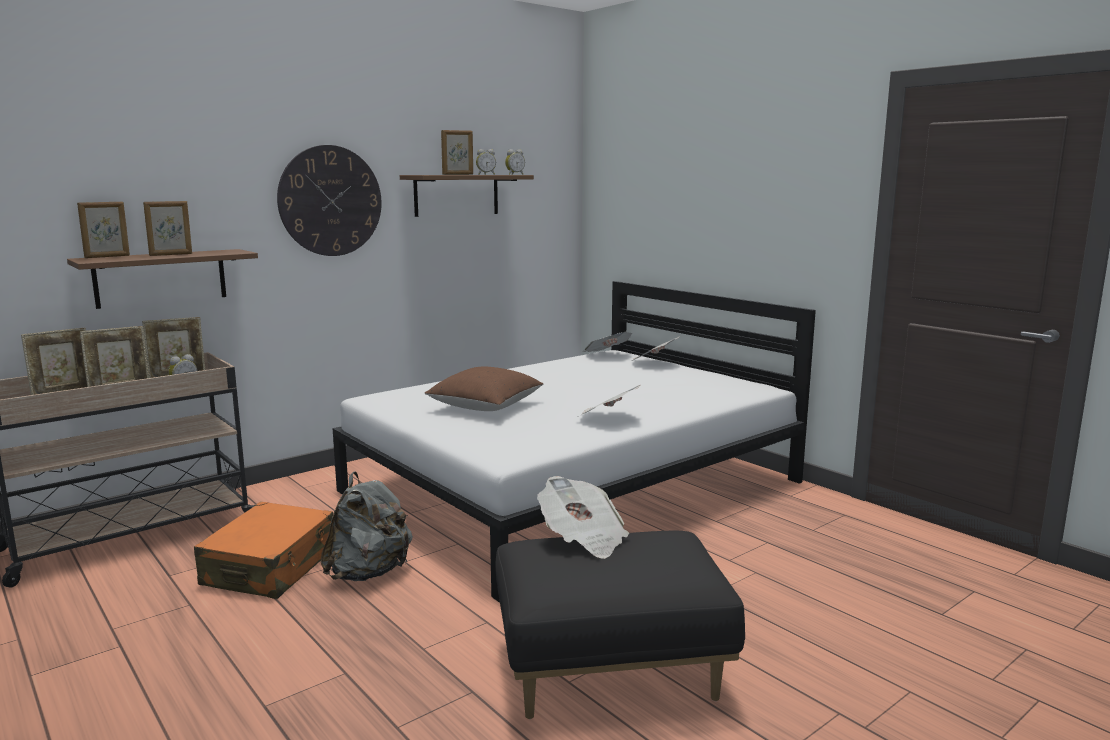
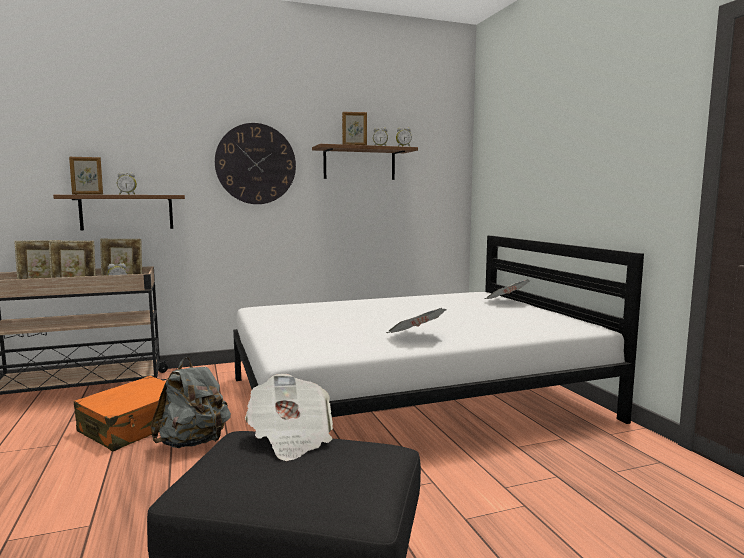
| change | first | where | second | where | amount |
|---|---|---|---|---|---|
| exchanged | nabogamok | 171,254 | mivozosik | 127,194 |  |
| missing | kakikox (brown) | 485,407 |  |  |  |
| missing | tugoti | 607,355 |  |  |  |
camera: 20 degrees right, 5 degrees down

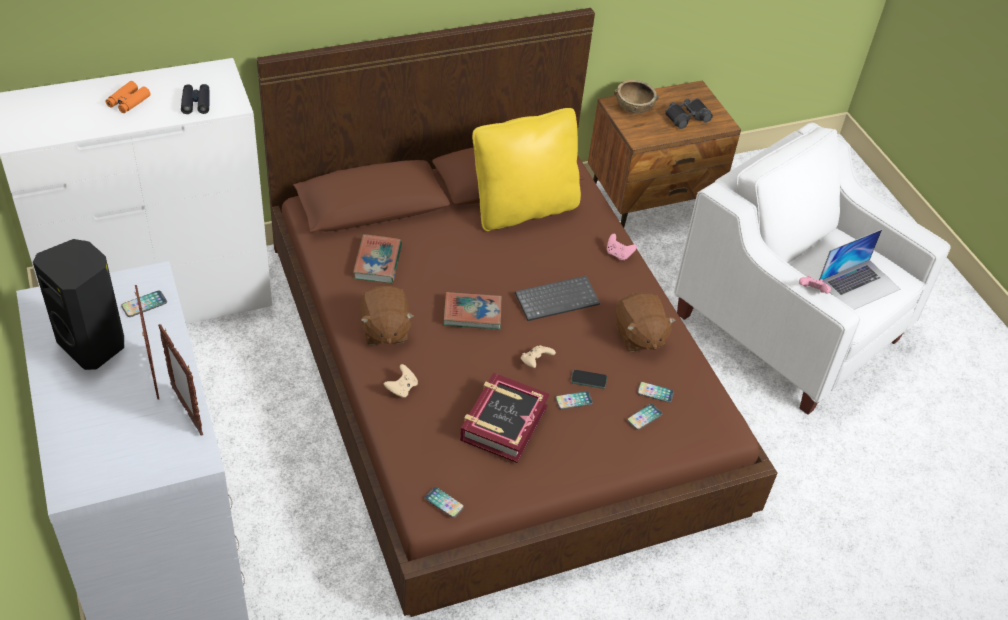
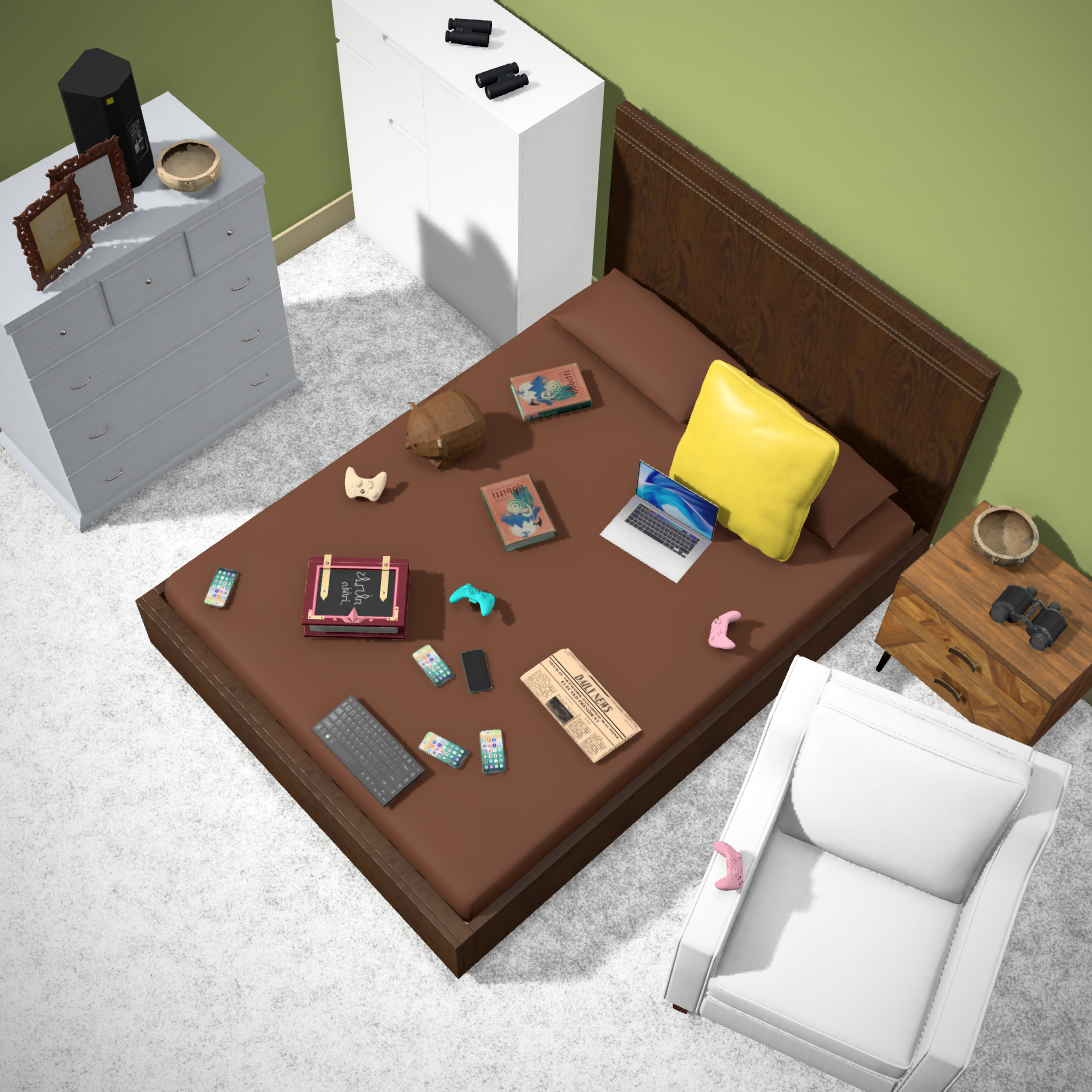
| change | first | where | second | where | amount |
|---|---|---|---|---|---|
| exchanged | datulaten | 144,304 | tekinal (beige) | 192,181 |  |
| relocated | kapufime | 557,298 |  | 370,751 |  |
| colour | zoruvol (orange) | 128,102 | zoruvol (black) | 468,37 |  |
| colour | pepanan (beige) | 535,362 | pepanan (turquoise) | 474,606 |  |
| exchanged | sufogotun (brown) | 639,336 | tugoti | 582,705 |  |
| relocated | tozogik | 859,285 |  | 656,538 |  |
camera: 70 degrees right, 10 degrees up

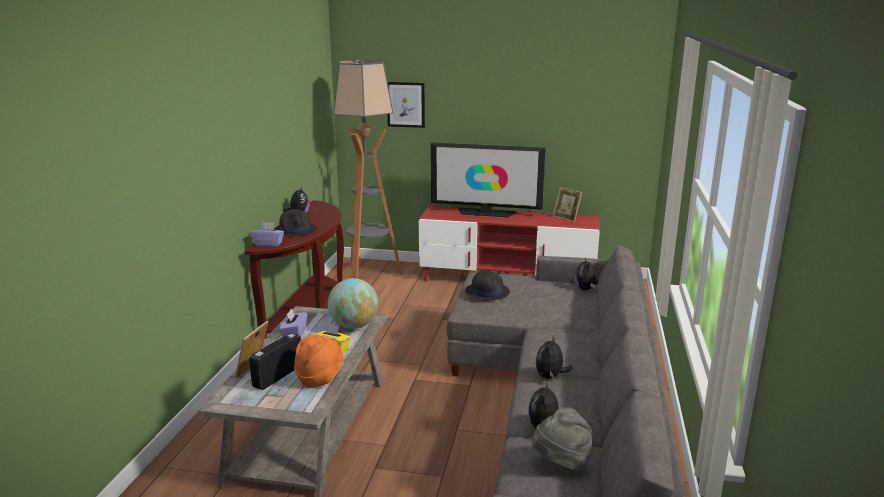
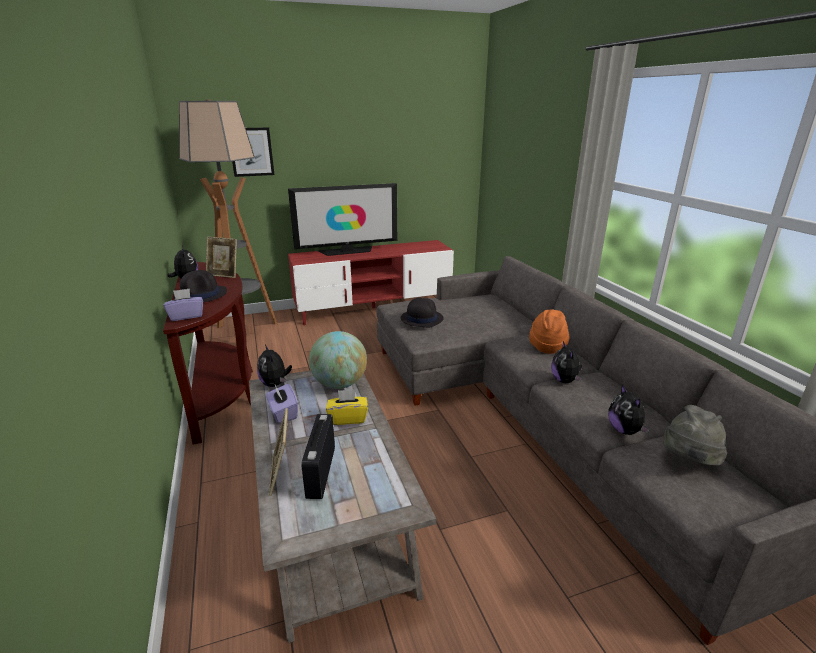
| change | first | where | second | where | amount |
|---|---|---|---|---|---|
| relocated | nabogamok | 566,218 |  | 224,275 |  |
| relocated | sufogotun | 586,289 |  | 275,384 |  |
| relocated | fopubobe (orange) | 319,379 |  | 547,346 |  |
camera: 30 degrees left, 5 degrees up

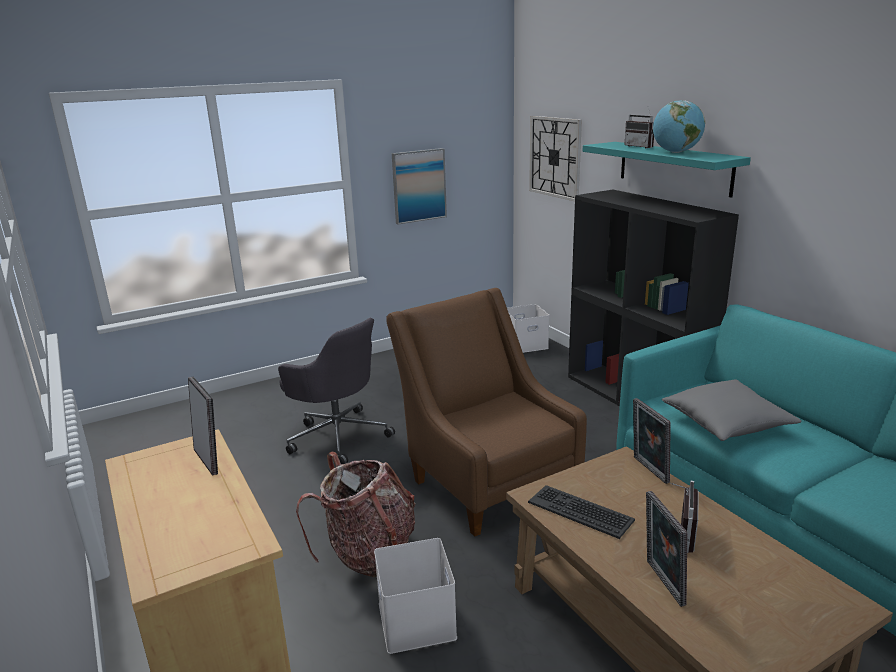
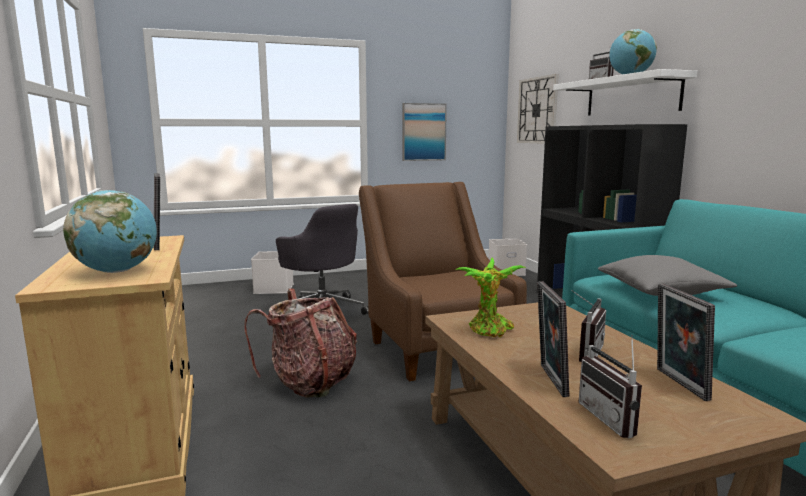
| change | first | where | second | where | amount |
|---|---|---|---|---|---|
| appeared |  |  | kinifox | 117,271 |  |
| relocated | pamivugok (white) | 414,619 |  | 273,288 |  |
| exchanged | kapufime | 580,511 | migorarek | 489,331 |  |
| colour | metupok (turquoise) | 674,167 | metupok (white) | 631,96 |  |
| appeared |  |  | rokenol | 614,419 |  |
| relocated | nabogamok | 648,470 |  | 678,384 |  |
camera: 10 degrees right, 10 degrees down

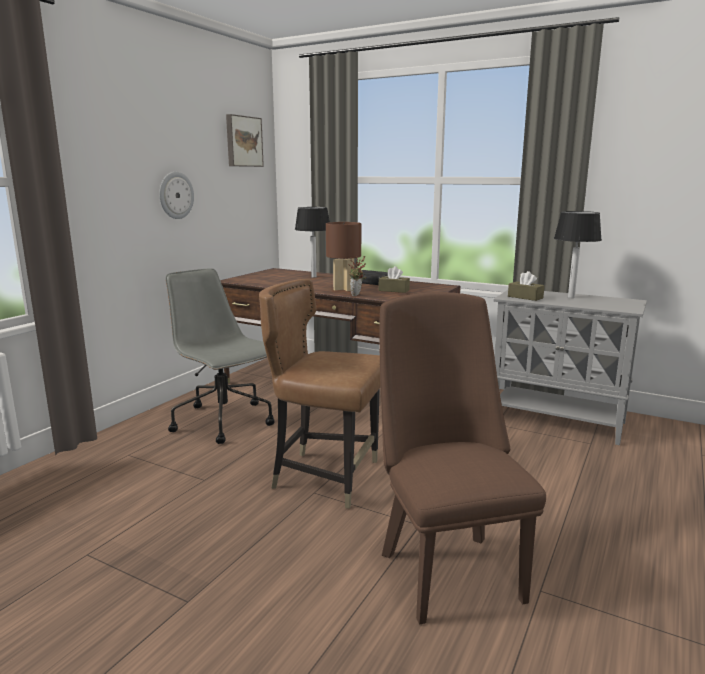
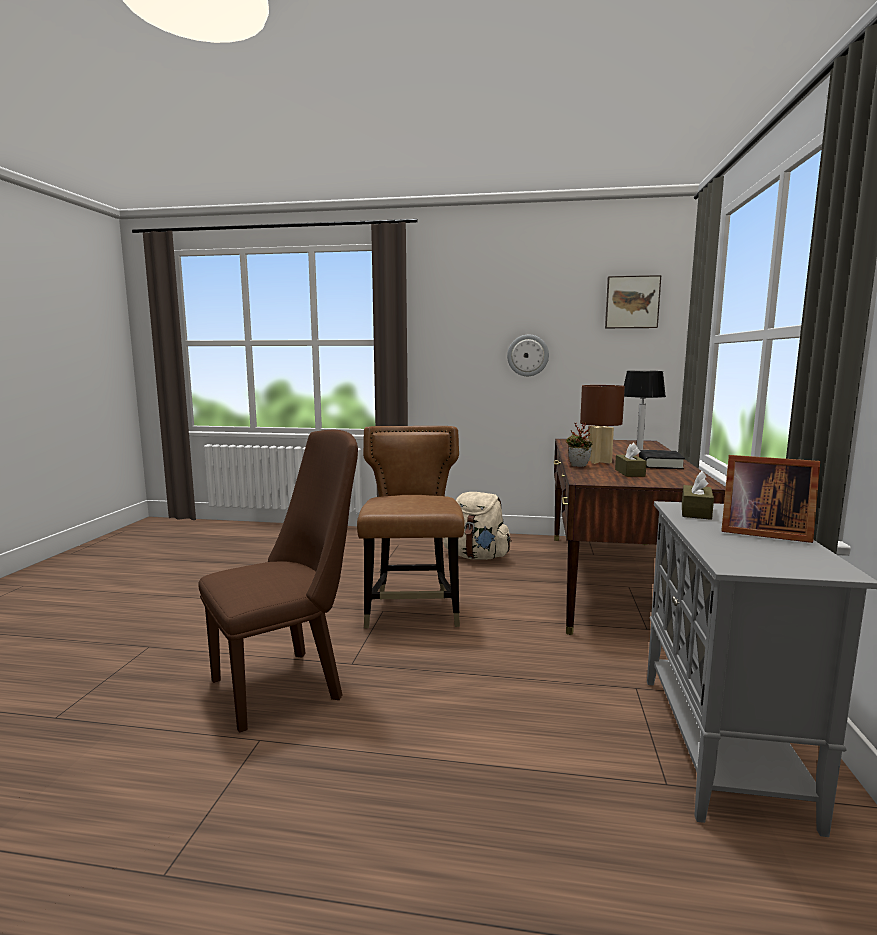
| change | first | where | second | where | amount |
|---|---|---|---|---|---|
| exchanged | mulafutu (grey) | 225,422 | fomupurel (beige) | 477,556 |  |
| exchanged | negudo | 570,297 | nabogamok | 760,532 |  |
camera: 70 degrees right, 5 degrees down

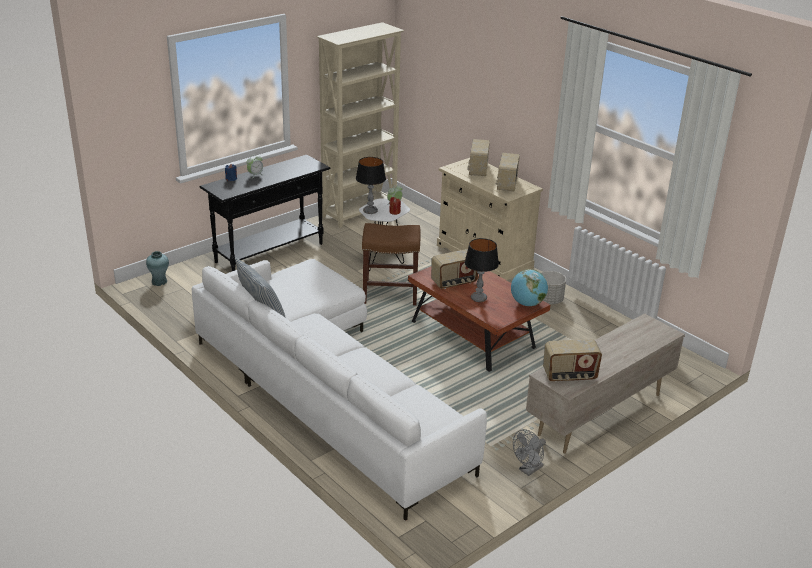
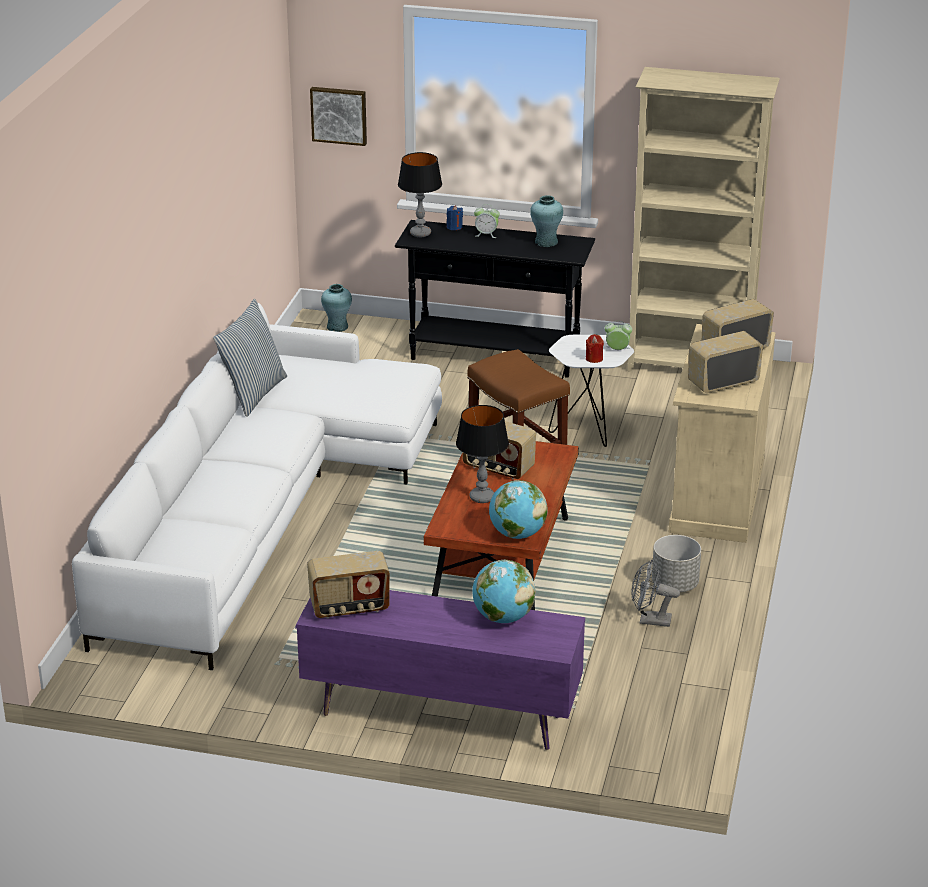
| change | first | where | second | where | amount |
|---|---|---|---|---|---|
| colour | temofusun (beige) | 599,414 | temofusun (purple) | 441,715 |  |
| spun | rokenol | 569,376 |  | 349,608 | 60 degrees counterclockwise |
| appeared |  |  | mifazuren | 339,115 |  |
| relocated | negudo | 370,211 |  | 420,233 |  |
| appeared |  |  | kinifox | 503,618 |  |
| appeared |  |  | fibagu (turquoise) | 546,242 |  |
| relocated | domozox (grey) | 528,470 |  | 649,620 |  |
camera: 55 degrees right, 0 degrees up

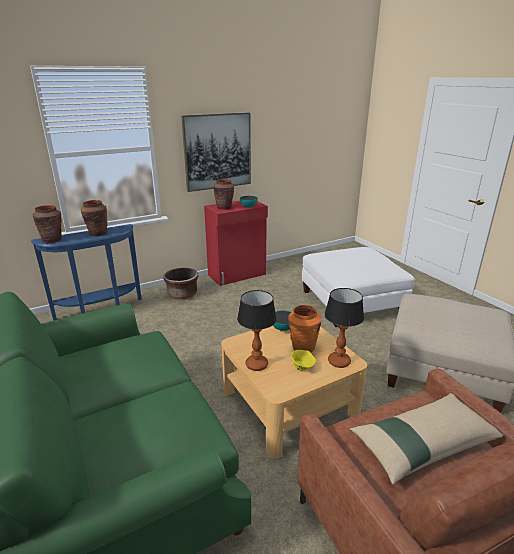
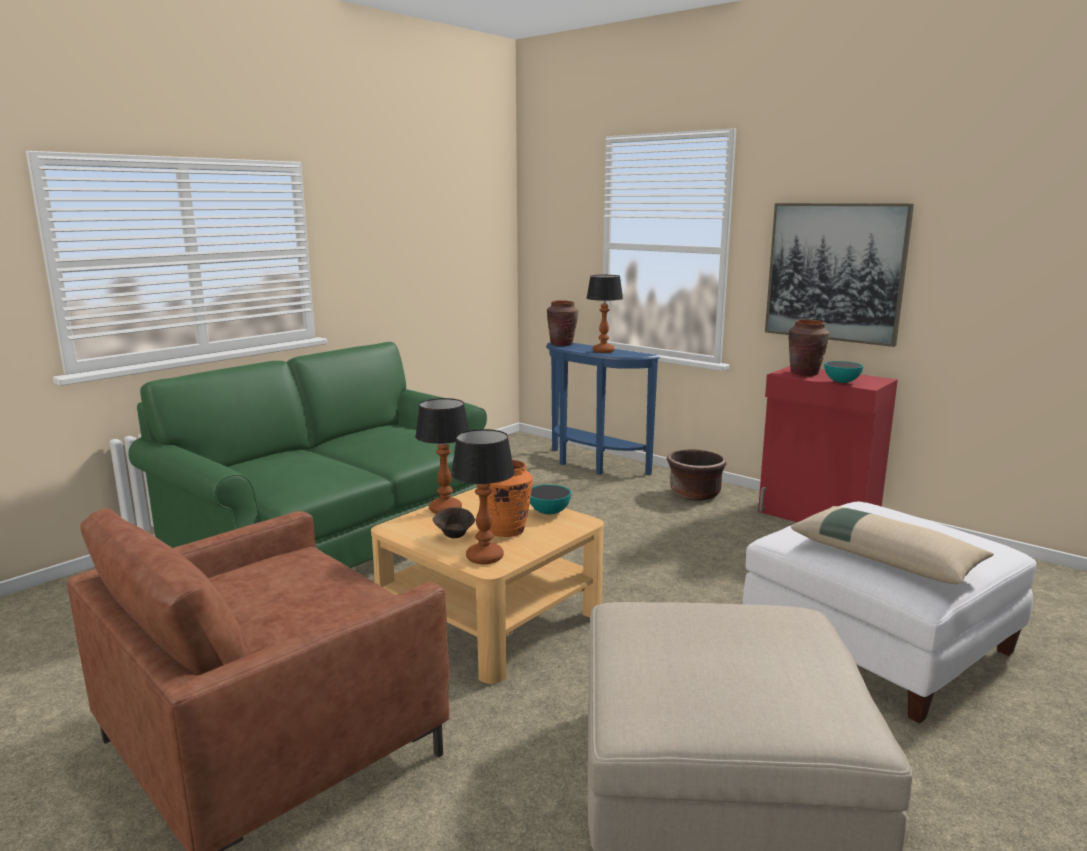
| change | first | where | second | where | amount |
|---|---|---|---|---|---|
| colour | tekinal (yellow) | 302,367 | tekinal (brown) | 455,535 |  |
| exchanged | fibagu (brown) | 98,233 | negudo | 603,351 |  |
| relocated | kakikox (beige) | 422,443 |  | 886,557 |  |
camera: 70 degrees right, 10 degrees down

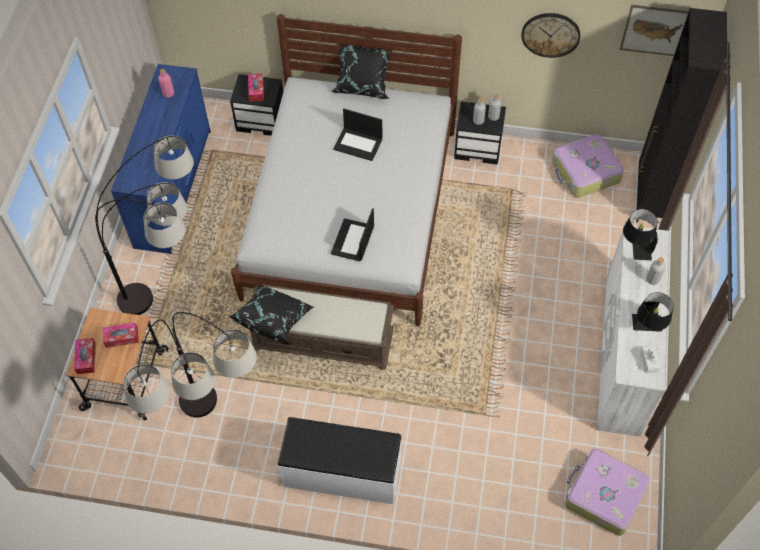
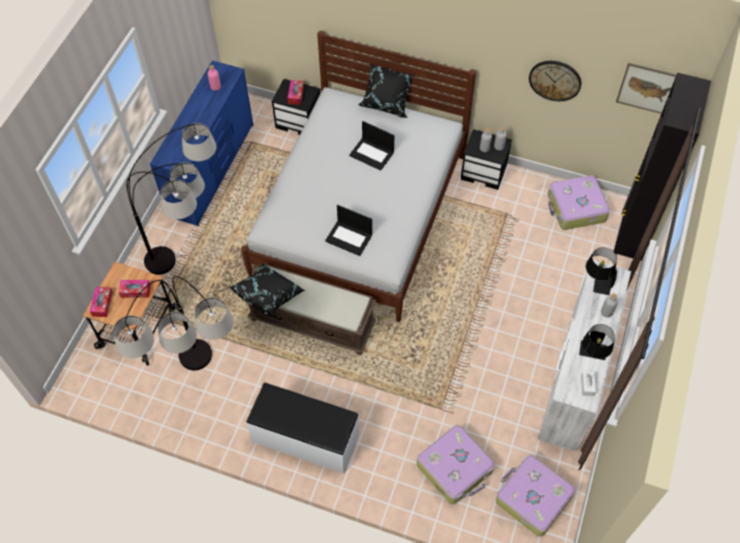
| change | first | where | second | where | amount |
|---|---|---|---|---|---|
| spun | tozogik | 353,241 |  | 349,238 | 90 degrees counterclockwise |
| appeared |  |  | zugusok | 455,468 |  |
camera: 10 degrees right, 0 degrees up

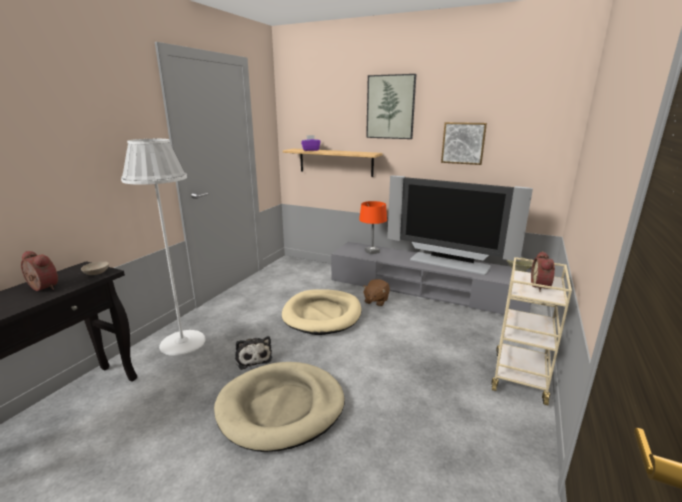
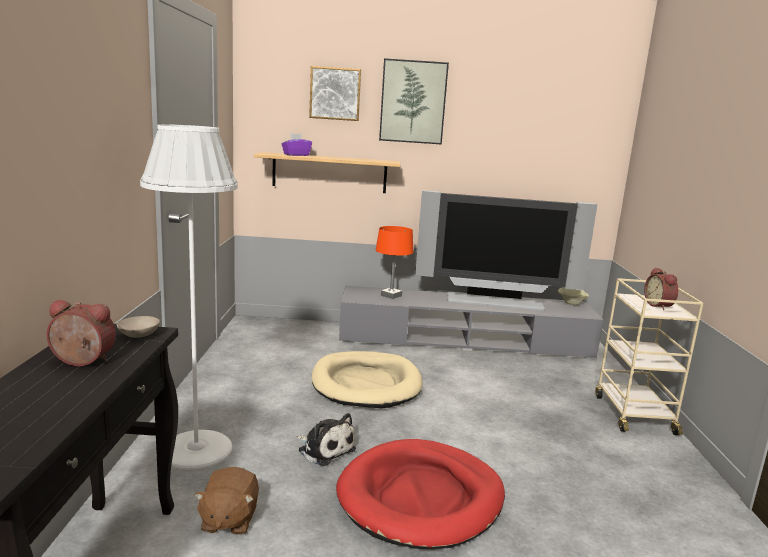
| change | first | where | second | where | amount |
|---|---|---|---|---|---|
| relocated | sufogotun (brown) | 376,301 |  | 228,520 |  |
| relocated | mifazuren | 463,143 |  | 335,94 |  |
| colour | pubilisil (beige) | 281,408 | pubilisil (red) | 421,498 |  |
camera: 25 degrees left, 5 degrees down

